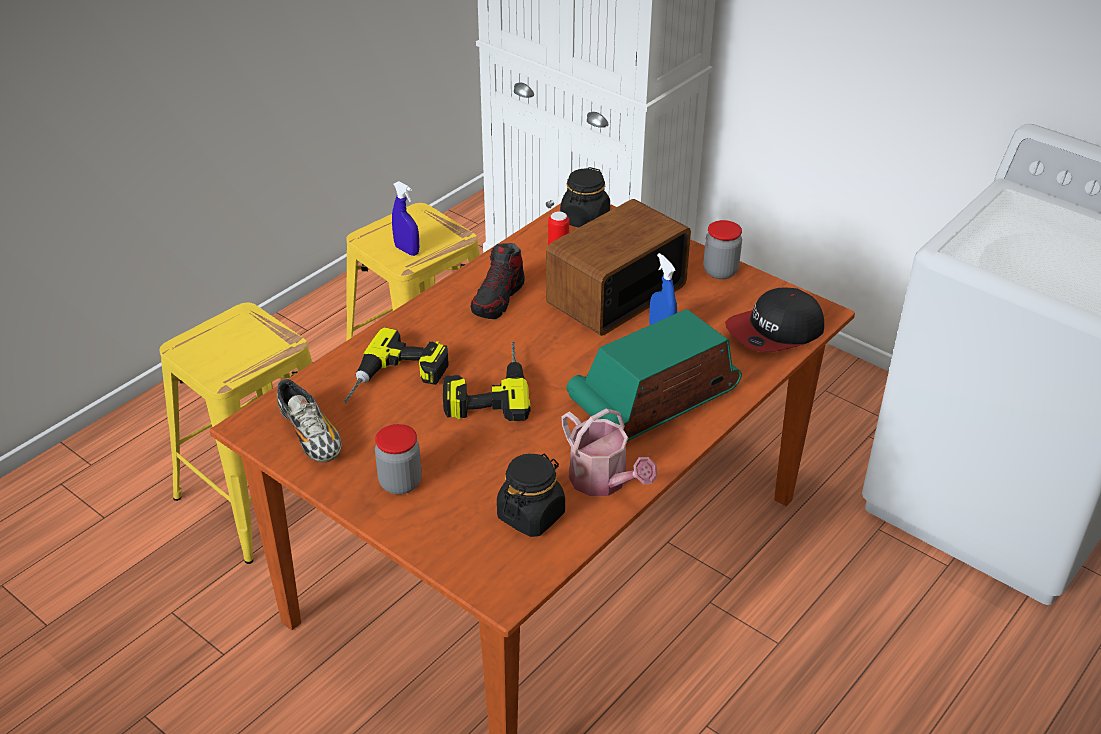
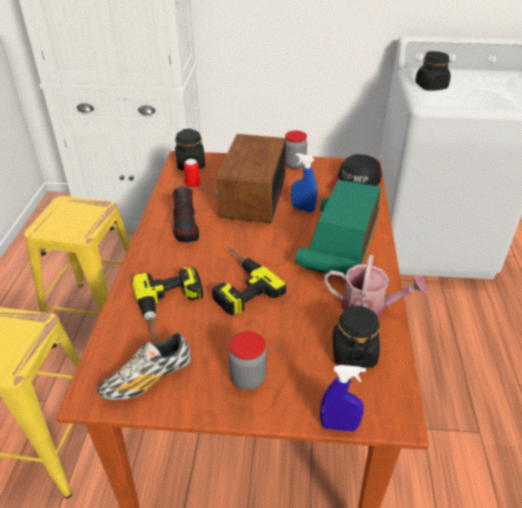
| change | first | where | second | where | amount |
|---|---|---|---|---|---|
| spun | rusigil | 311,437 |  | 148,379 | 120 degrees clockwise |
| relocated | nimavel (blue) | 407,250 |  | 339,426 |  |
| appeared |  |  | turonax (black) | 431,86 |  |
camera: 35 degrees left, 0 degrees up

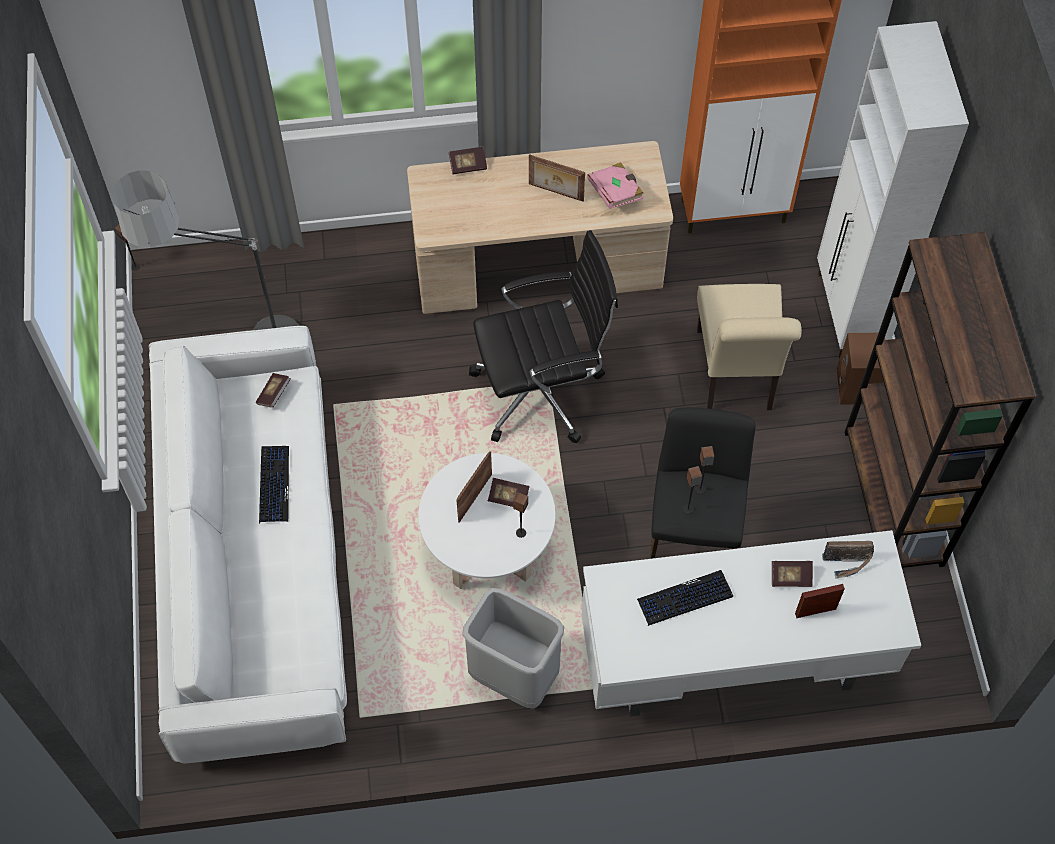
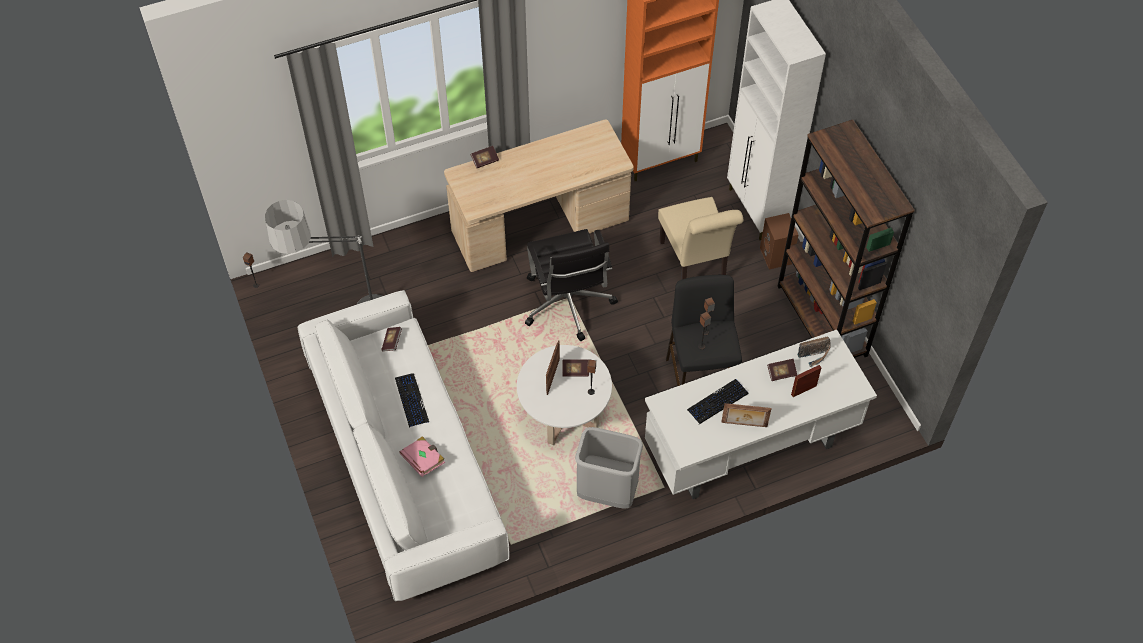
| change | first | where | second | where | amount |
|---|---|---|---|---|---|
| relocated | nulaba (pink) | 615,193 |  | 423,460 |  |
| spun | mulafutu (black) | 542,391 |  | 568,305 | 105 degrees clockwise |
| relocated | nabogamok | 555,193 |  | 744,425 |  |
camera: 15 degrees left, 5 degrees down

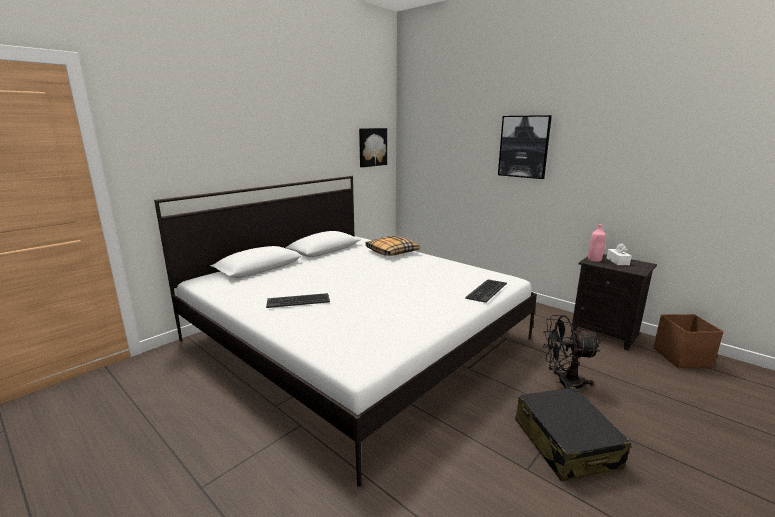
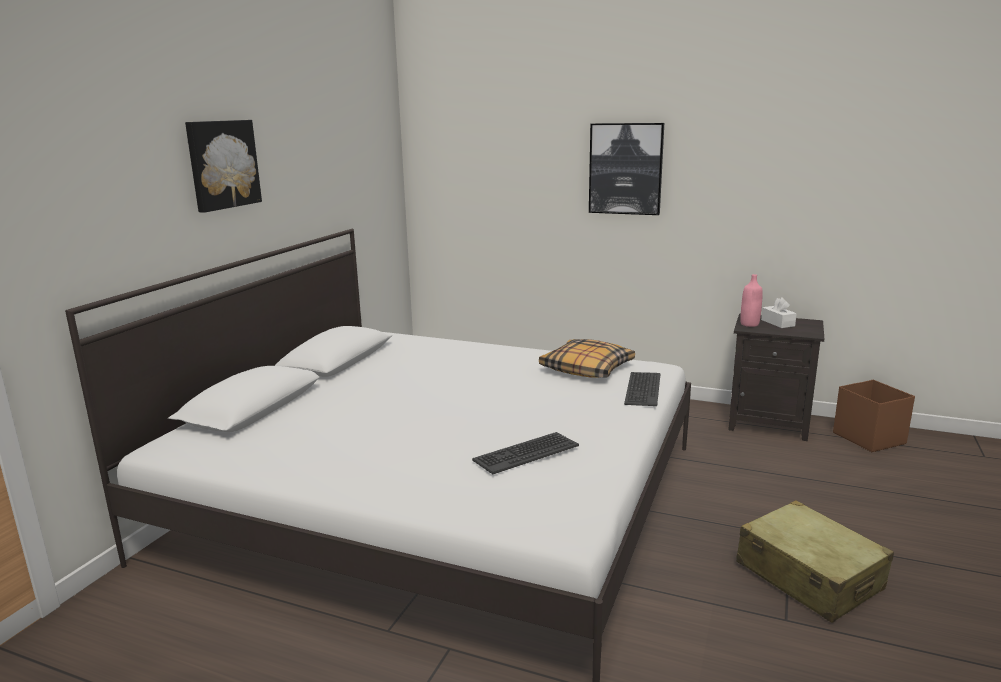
| change | first | where | second | where | amount |
|---|---|---|---|---|---|
| relocated | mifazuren | 372,147 |  | 222,164 |  |
| relocated | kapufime | 298,301 |  | 526,453 |  |
| relocated | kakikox | 391,252 |  | 586,369 |  |
| colour | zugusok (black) | 565,444 | zugusok (beige) | 808,576 |  |
| missing | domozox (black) | 563,383 |  |  |  |
camera: 20 degrees left, 0 degrees up

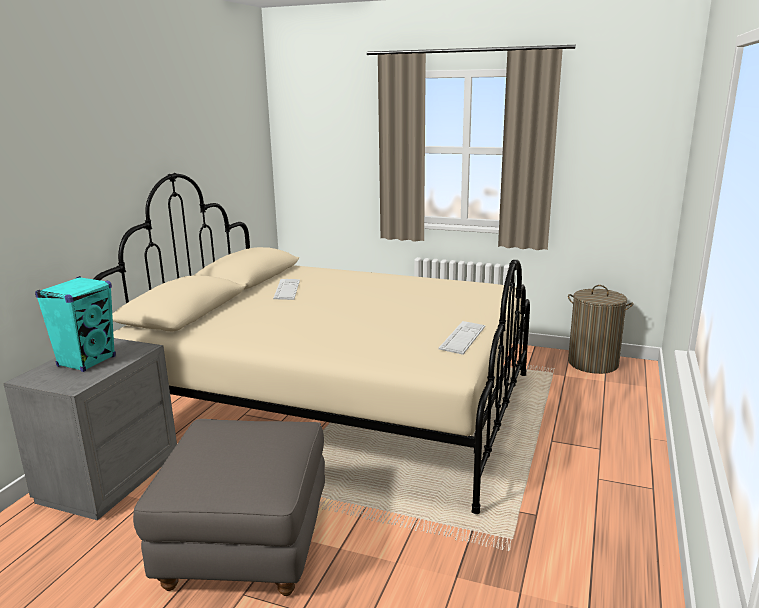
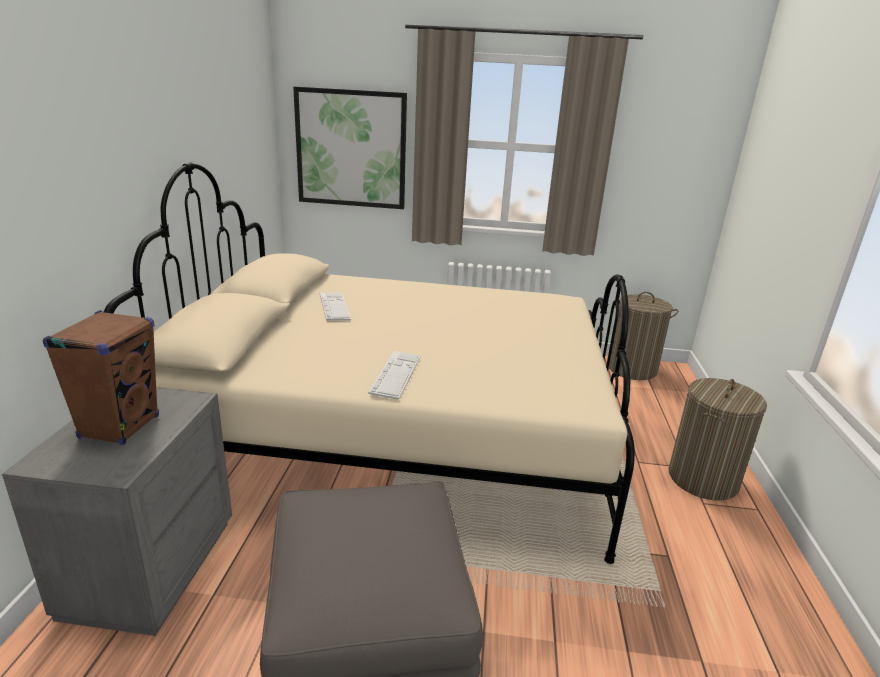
| change | first | where | second | where | amount |
|---|---|---|---|---|---|
| colour | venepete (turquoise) | 87,361 | venepete (brown) | 120,427 |  |
| appeared |  |  | mifazuren | 351,149 |  |
| relocated | kapufime | 462,338 |  | 396,375 |  |
| appeared |  |  | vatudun | 702,479 |  |
camera: 15 degrees left, 5 degrees up

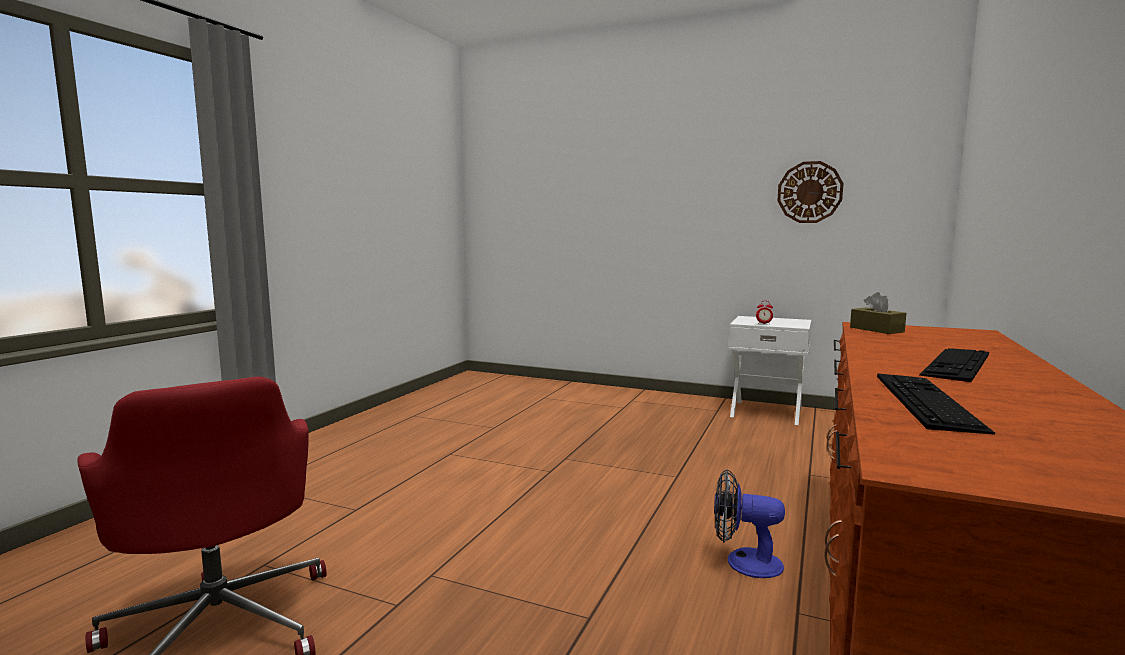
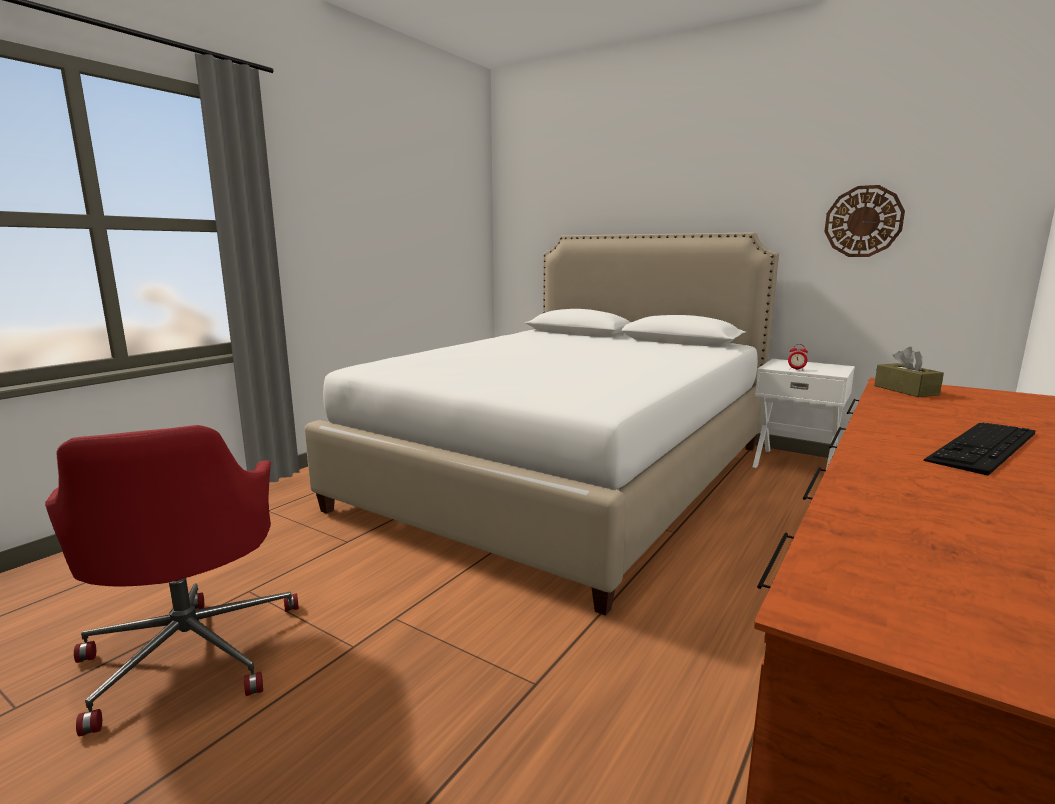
| change | first | where | second | where | amount |
|---|---|---|---|---|---|
| appeared |  |  | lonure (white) | 566,475 |  |
| missing | domozox | 744,562 |  |  |  |
| missing | kapufime | 926,401 |  |  |  |
camera: 10 degrees right, 5 degrees up

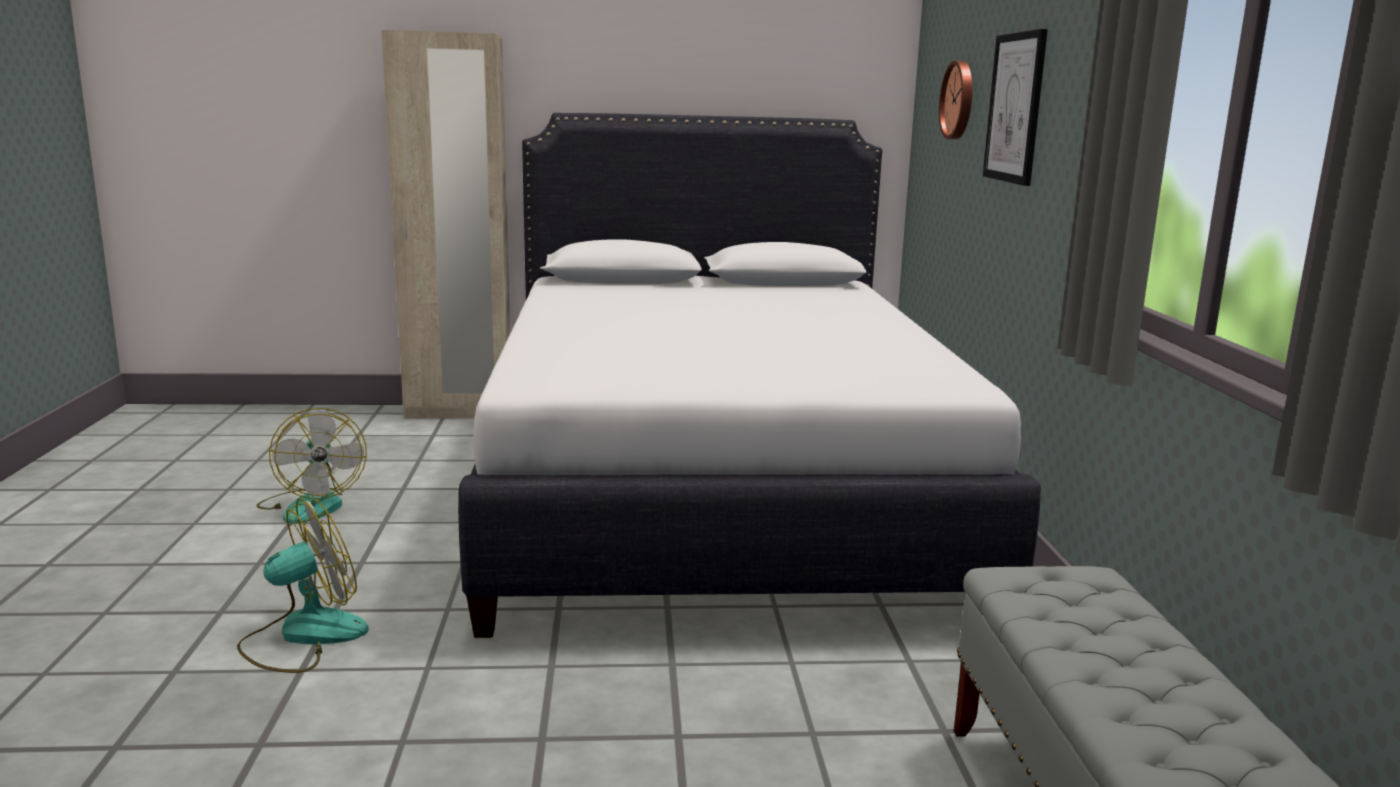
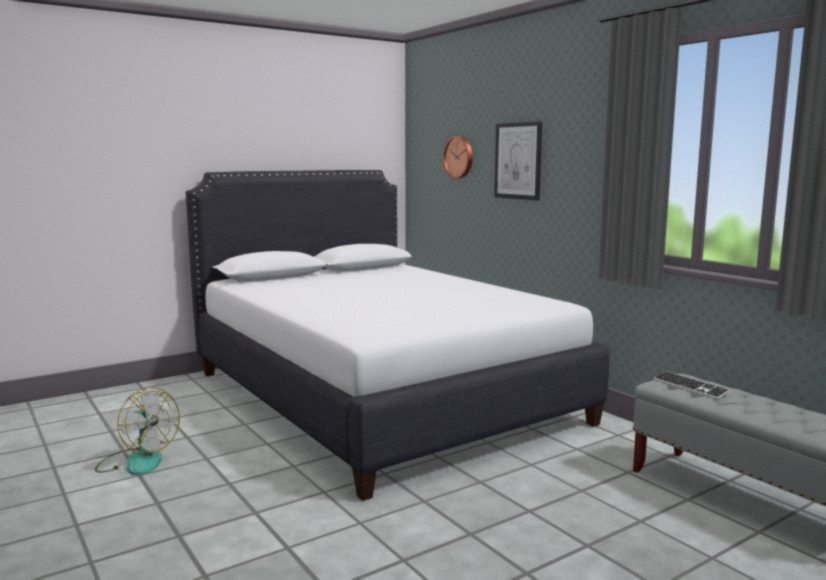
| change | first | where | second | where | amount |
|---|---|---|---|---|---|
| appeared |  |  | kapufime | 690,387 |  |
| missing | domozox | 303,636 |  |  |  |
| missing | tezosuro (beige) | 458,413 |  |  |  |
camera: 30 degrees left, 5 degrees down

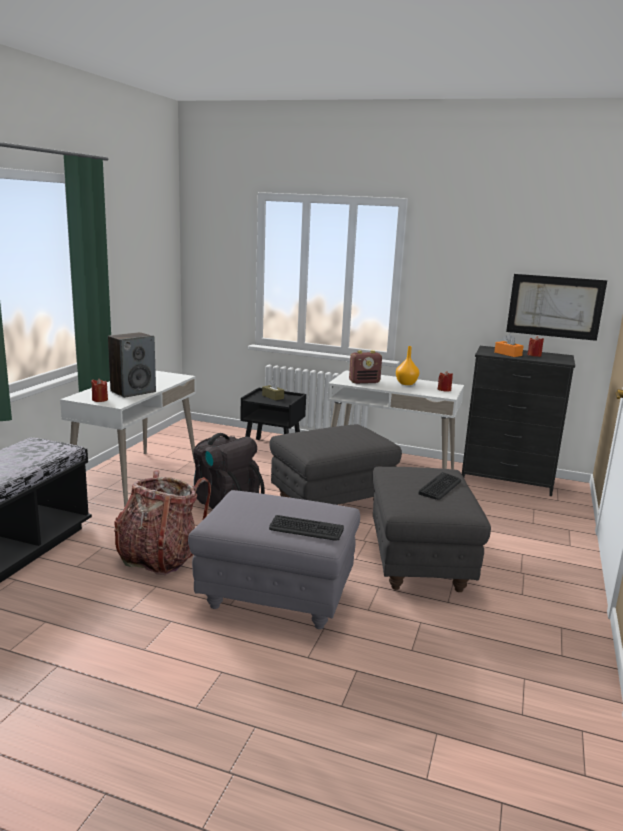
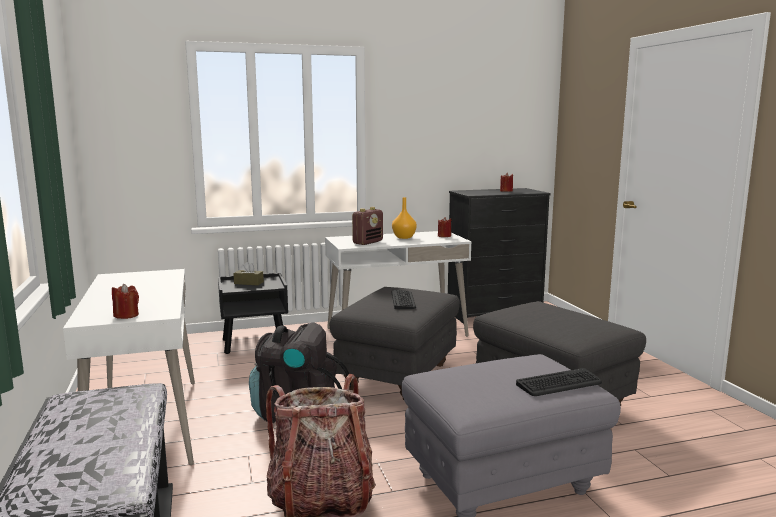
| change | first | where | second | where | amount |
|---|---|---|---|---|---|
| relocated | kapufime | 440,487 |  | 403,300 |  |
| missing | venepete | 133,392 |  |  |  |
| missing | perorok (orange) | 508,354 |  |  |  |
| missing | mifazuren | 555,306 |  |  |  |
camera: 35 degrees left, 5 degrees down

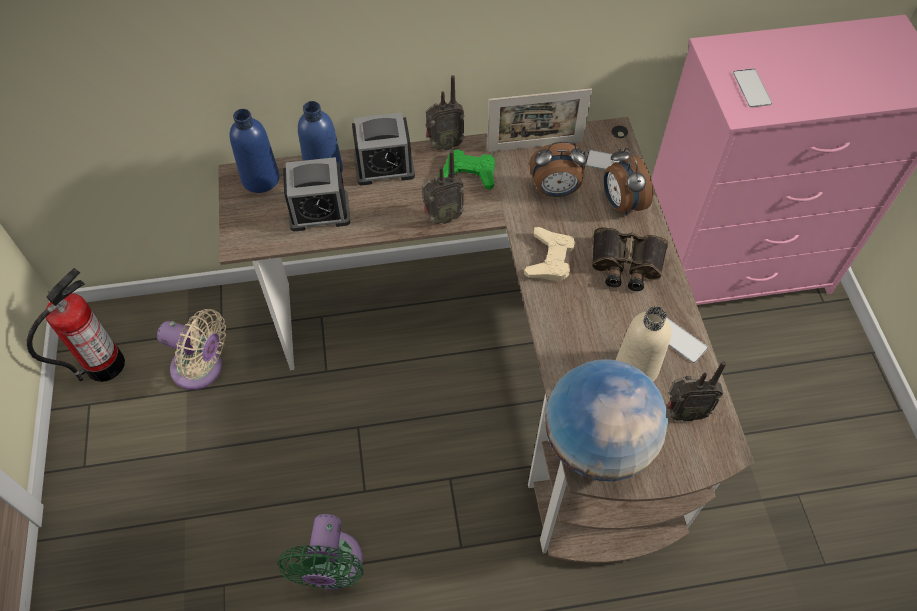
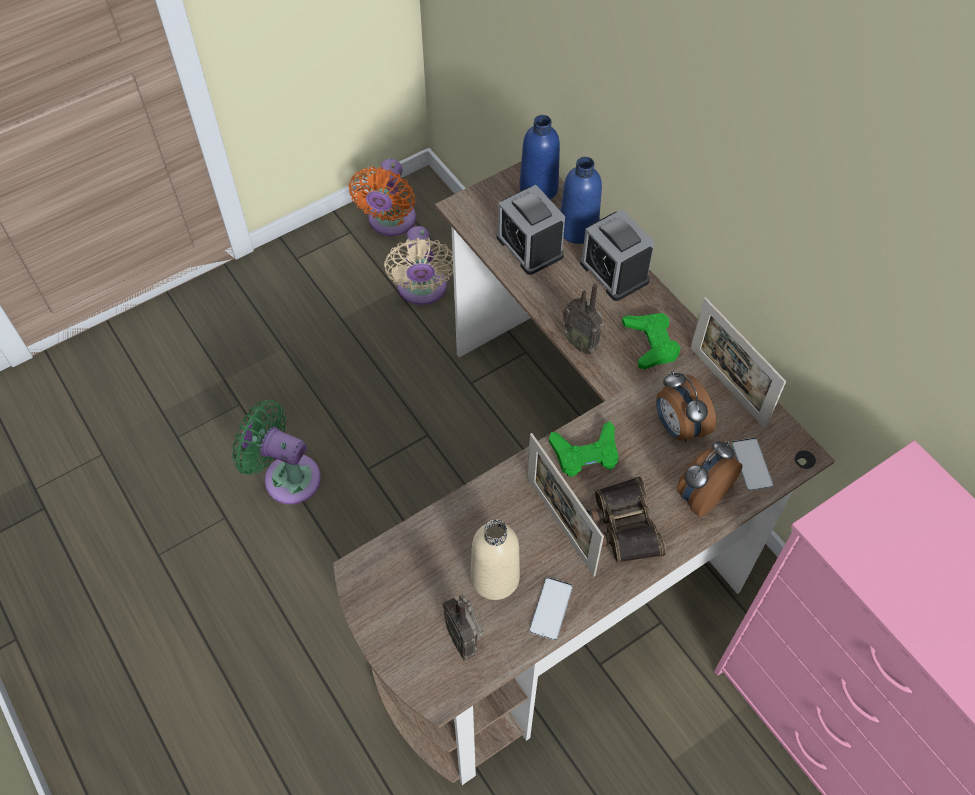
| change | first | where | second | where | amount |
|---|---|---|---|---|---|
| spun | domozox (green) | 332,568 |  | 286,476 | 45 degrees clockwise |
| exchanged | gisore | 104,364 | domozox (orange) | 390,222 |  |
| appeared |  |  | nabogamok | 560,525 |  |
| colour | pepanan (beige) | 549,259 | pepanan (green) | 585,453 |  |
| missing | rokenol | 444,144 |  |  |  |
| missing | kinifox | 597,443 |  |  |  |
| missing | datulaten | 751,88 |  |  |  |
camera: 65 degrees right, 0 degrees up

